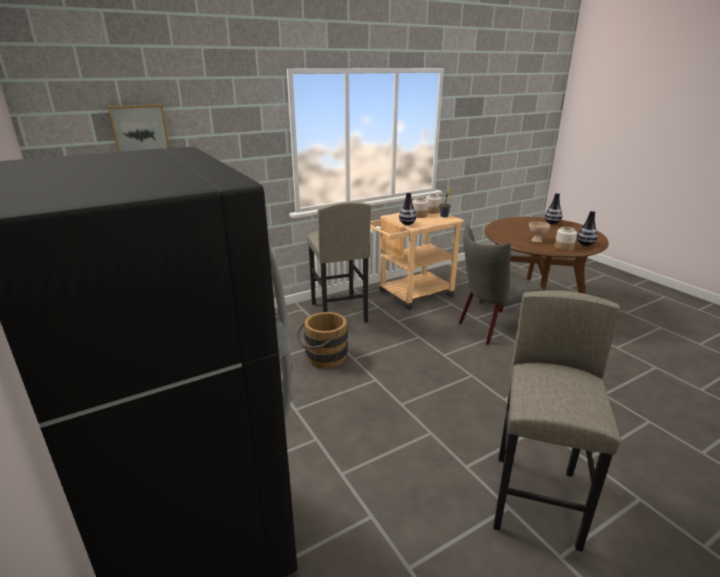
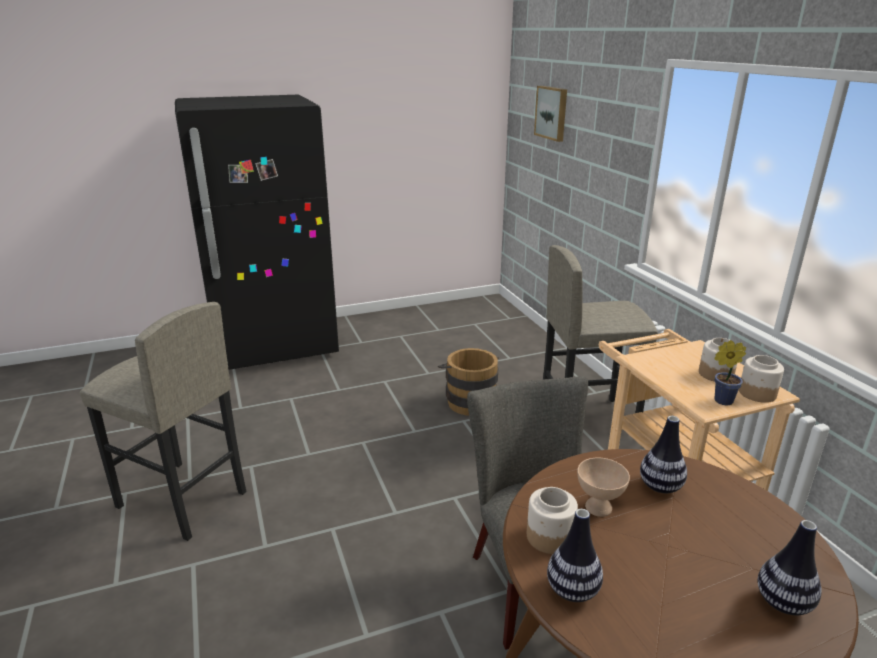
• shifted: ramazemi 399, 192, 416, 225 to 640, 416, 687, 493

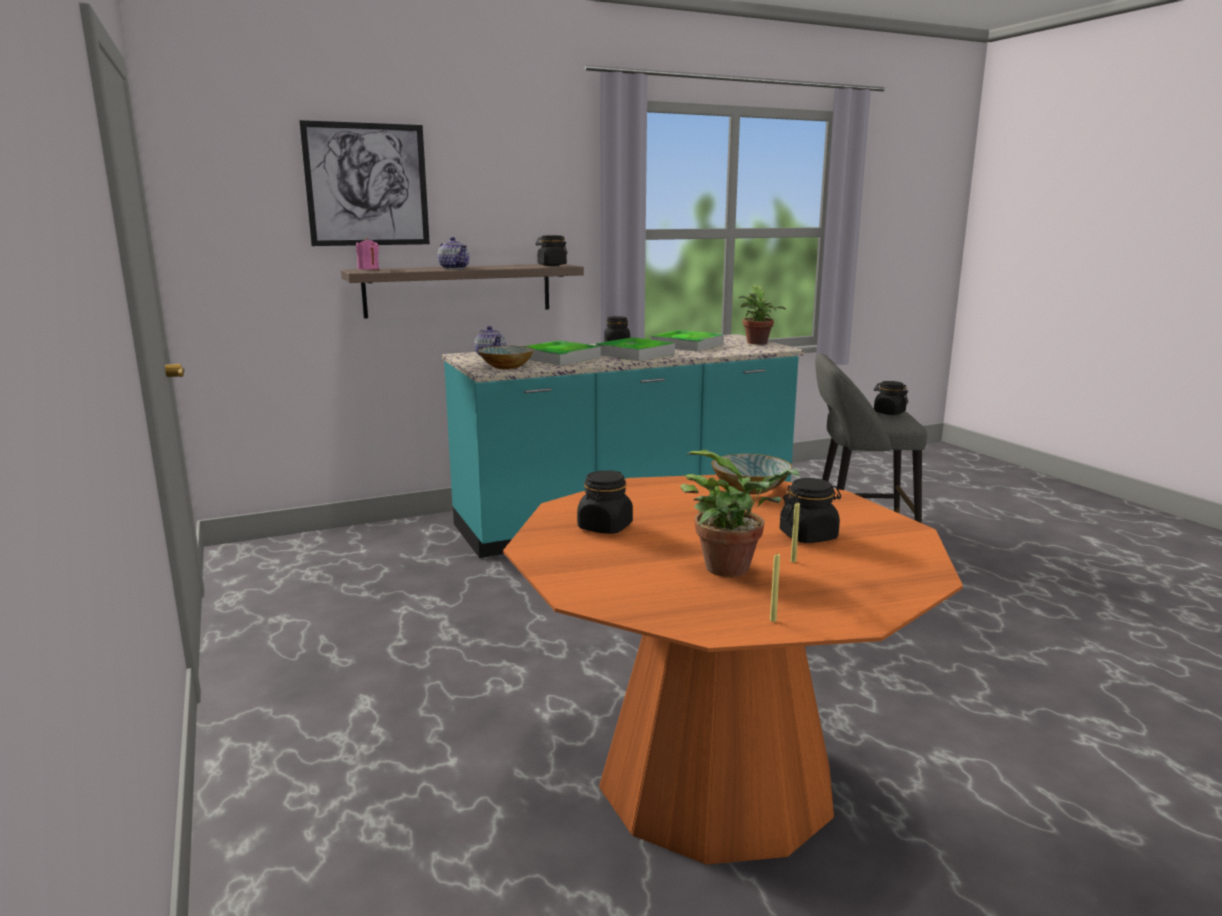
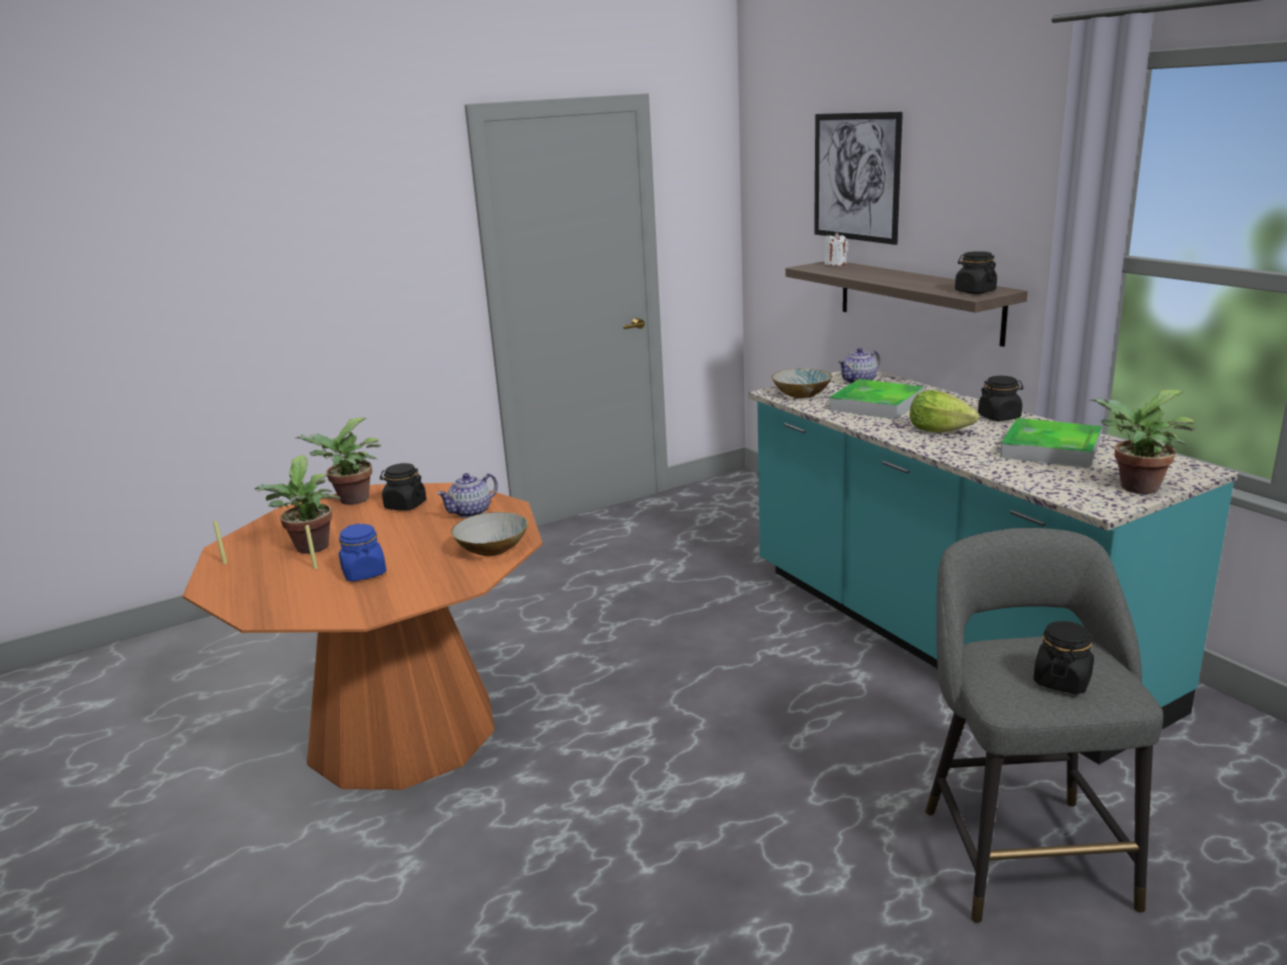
• repainted: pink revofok 356, 237, 379, 270 to white revofok 824, 232, 849, 266
• shifted: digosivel 438, 237, 469, 269 to 437, 473, 498, 518
• swapped: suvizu 596, 337, 675, 361 to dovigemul 910, 390, 979, 433
• repainted: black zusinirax 780, 478, 841, 543 to blue zusinirax 339, 524, 386, 582
• new: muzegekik 295, 418, 381, 505

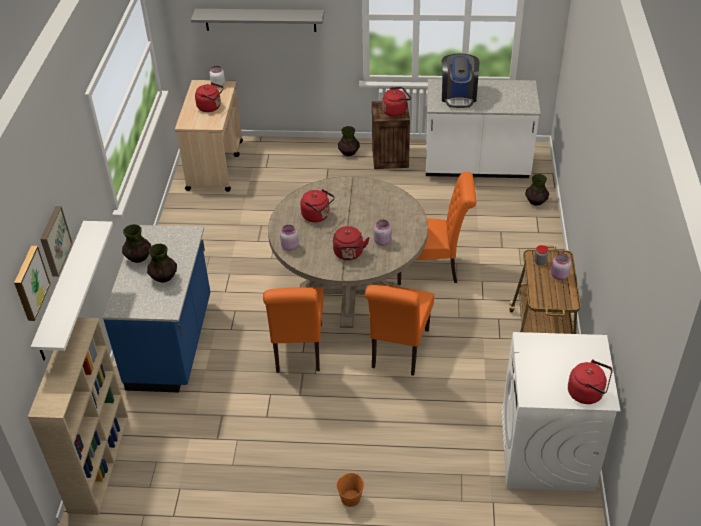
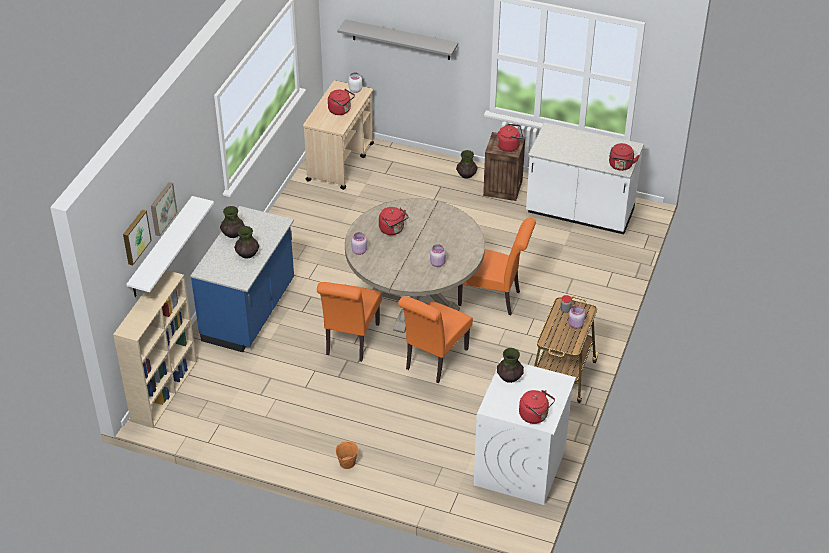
• gone: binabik 442, 53, 479, 108
• shifted: ramazemi 525, 174, 549, 206 to 497, 348, 524, 383
• shifted: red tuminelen 333, 226, 370, 260 to 609, 143, 640, 171

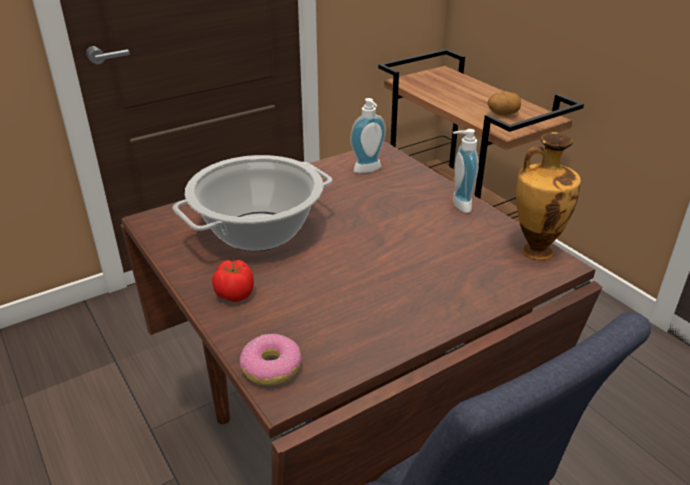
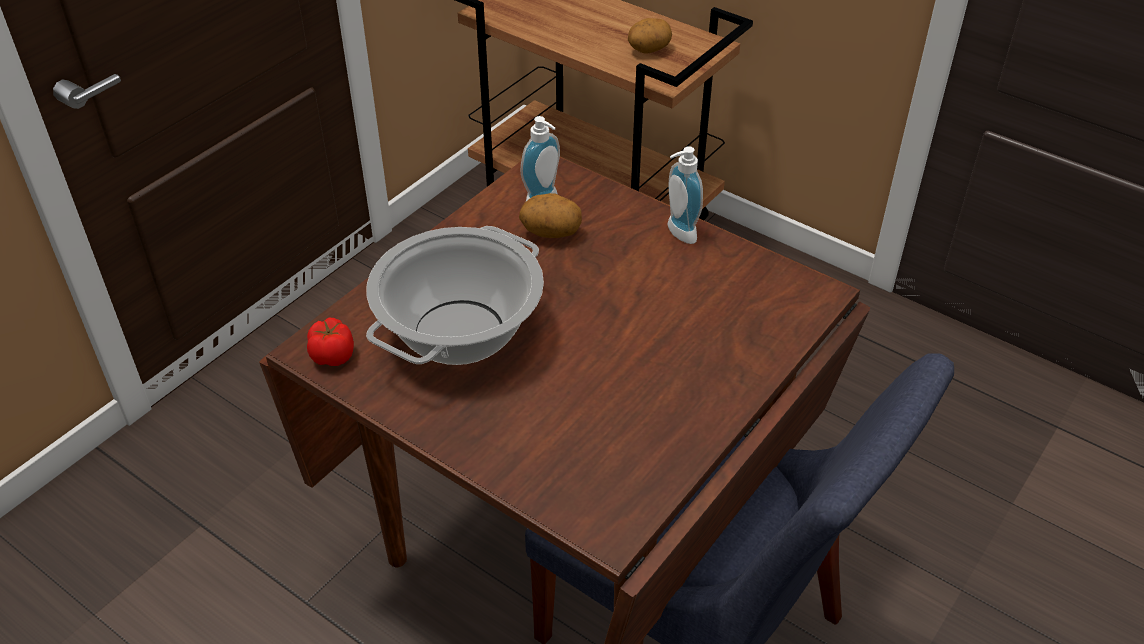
• gone: ramazemi 516, 132, 581, 261
• shifted: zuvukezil 212, 260, 254, 302 to 307, 317, 354, 366
• gone: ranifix 240, 333, 302, 386
• new: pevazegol 519, 193, 582, 238

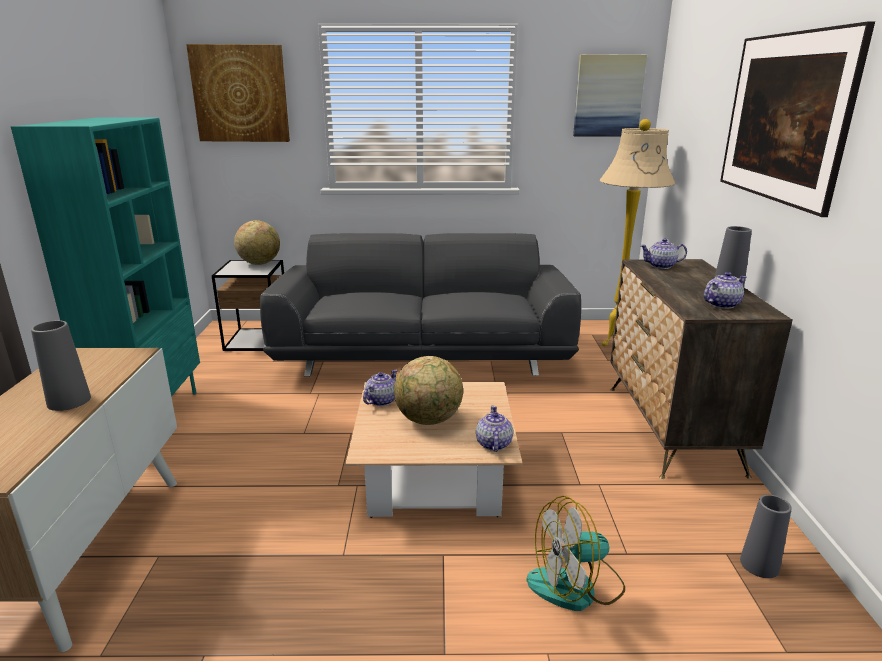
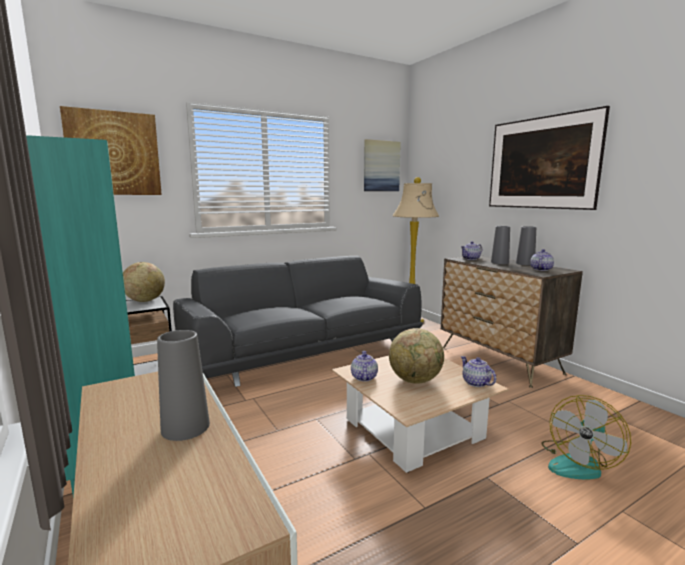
• shifted: grey ramazemi 740, 495, 792, 578 to 491, 226, 510, 264

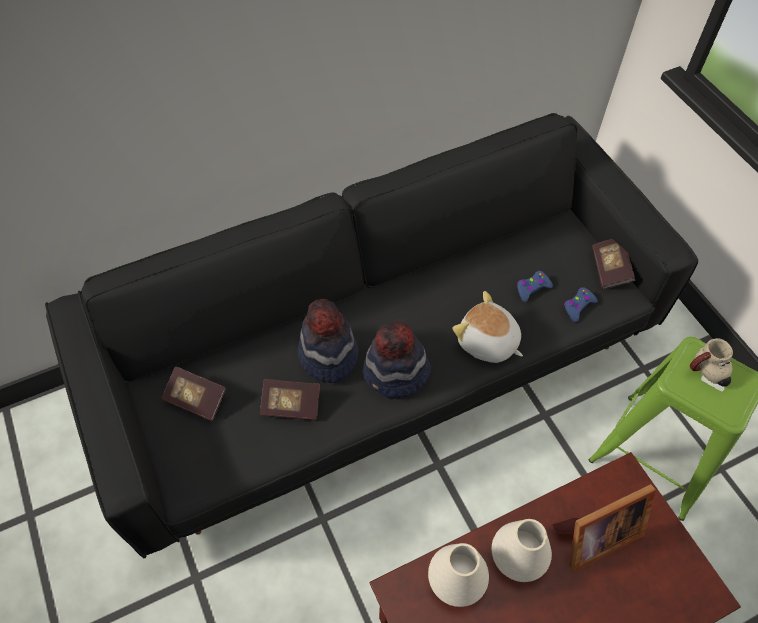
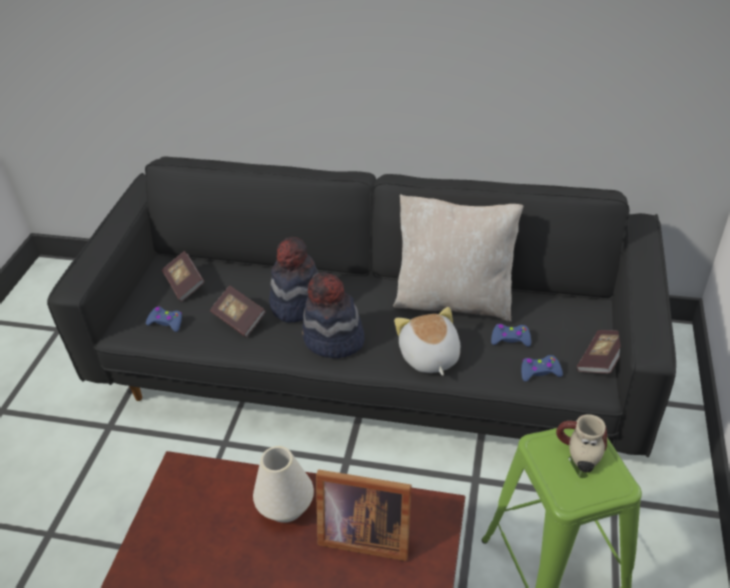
• gone: white ramazemi 428, 543, 489, 607
• new: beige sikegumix 393, 194, 524, 322
• new: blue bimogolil 146, 307, 182, 332

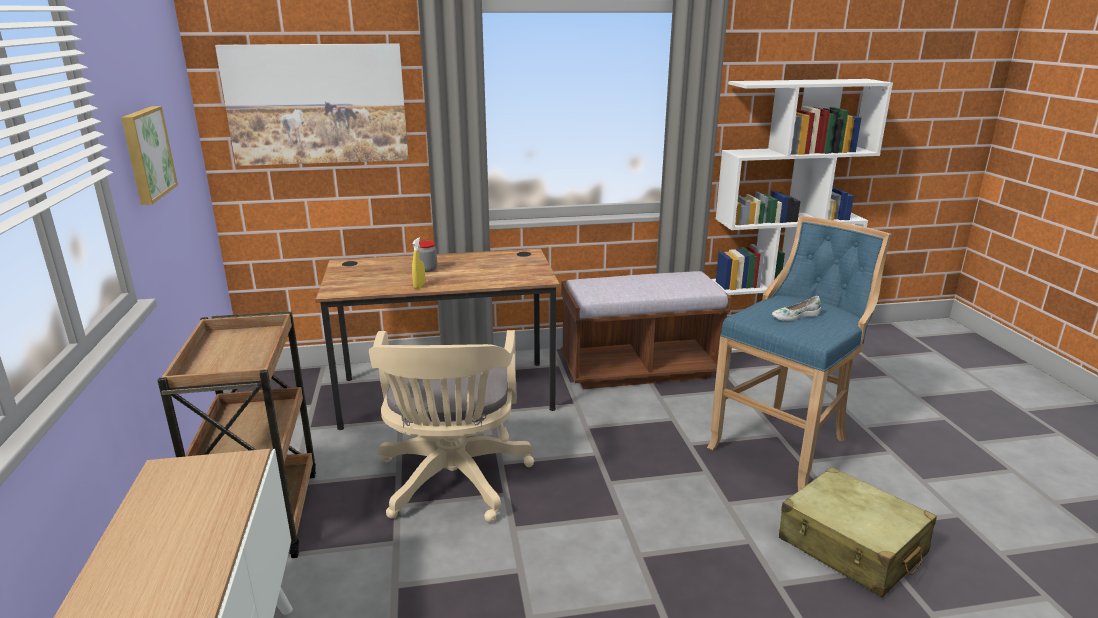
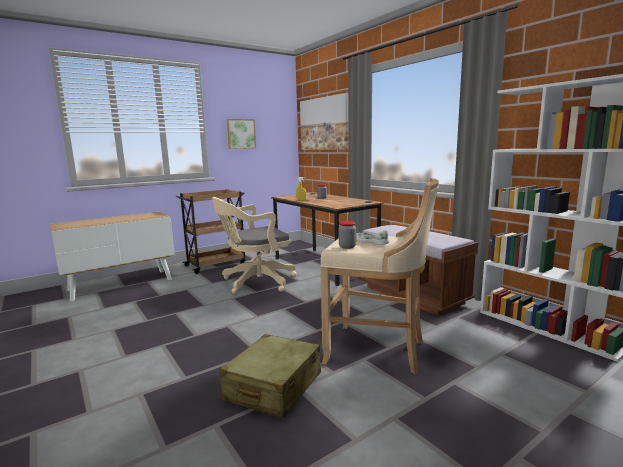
• repainted: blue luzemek 707, 216, 891, 491 to beige luzemek 320, 178, 439, 374
• new: zusinirax 339, 221, 356, 249

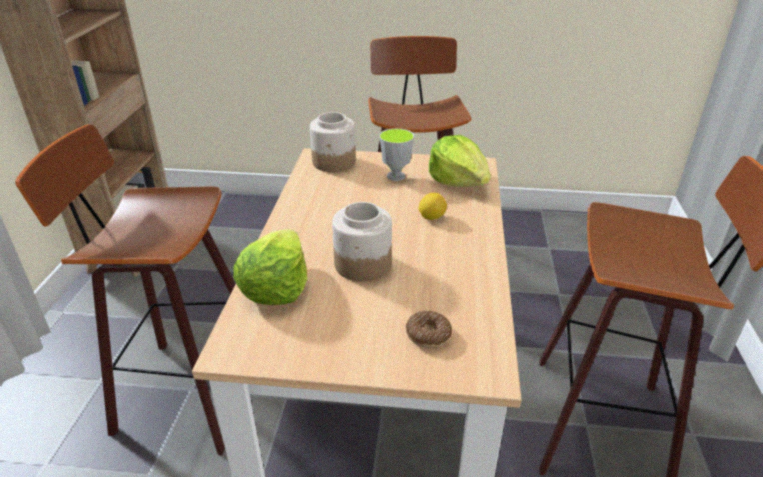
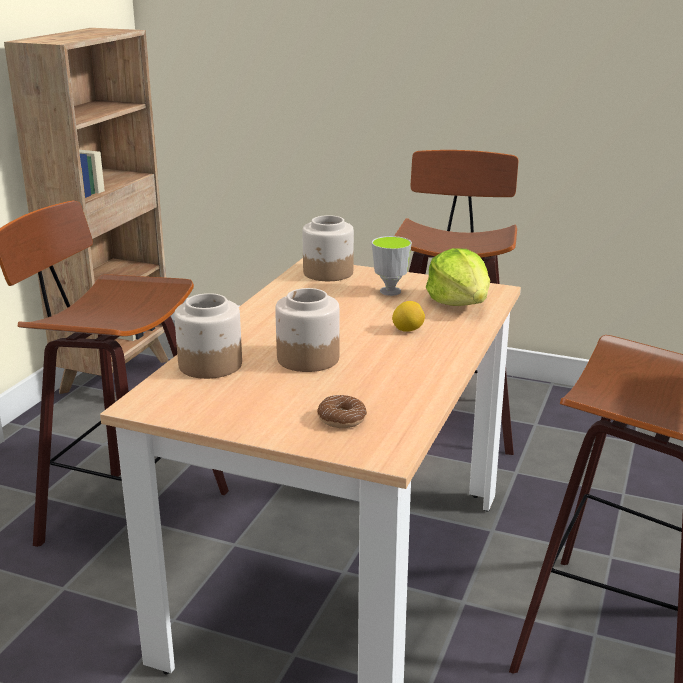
• swapped: dovigemul 233, 229, 307, 305 to zusinirax 174, 293, 242, 379

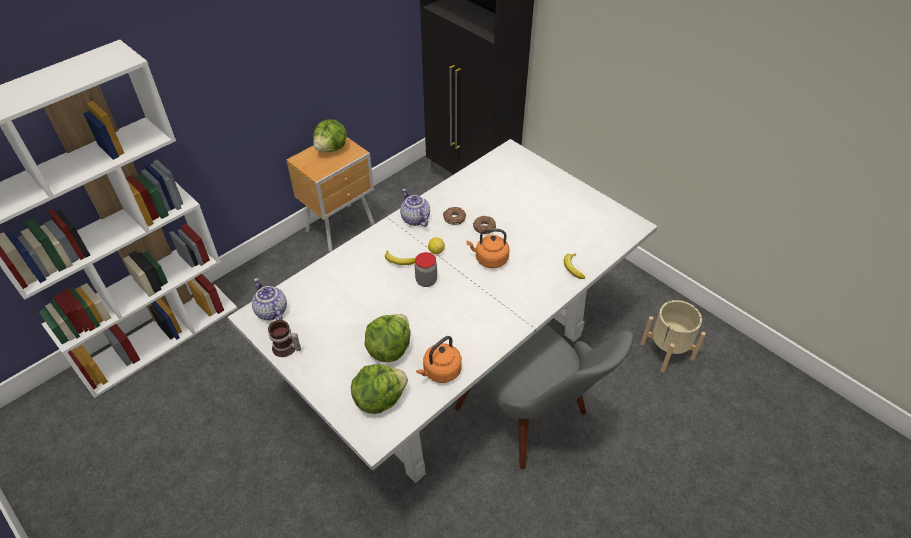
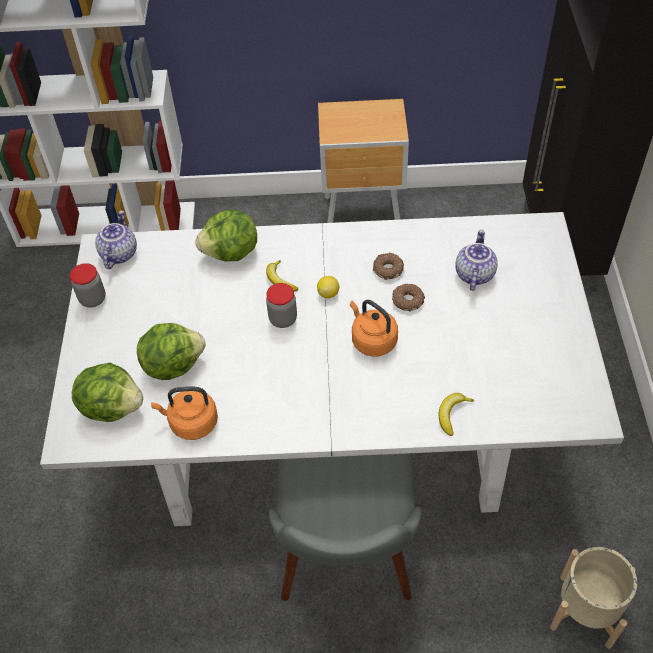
• shifted: dovigemul 313, 119, 347, 152 to 195, 209, 257, 262
• shifted: digosivel 400, 189, 430, 227 to 455, 230, 498, 291
• swapped: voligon 268, 320, 301, 357 to zusinirax 70, 263, 106, 307

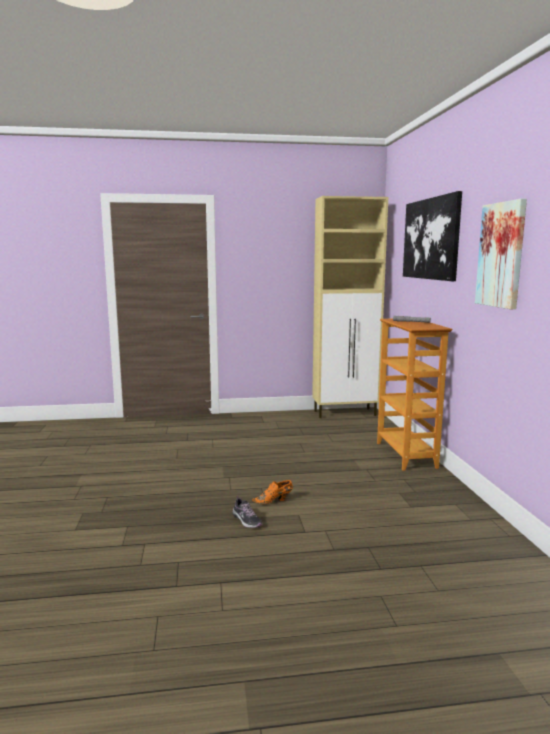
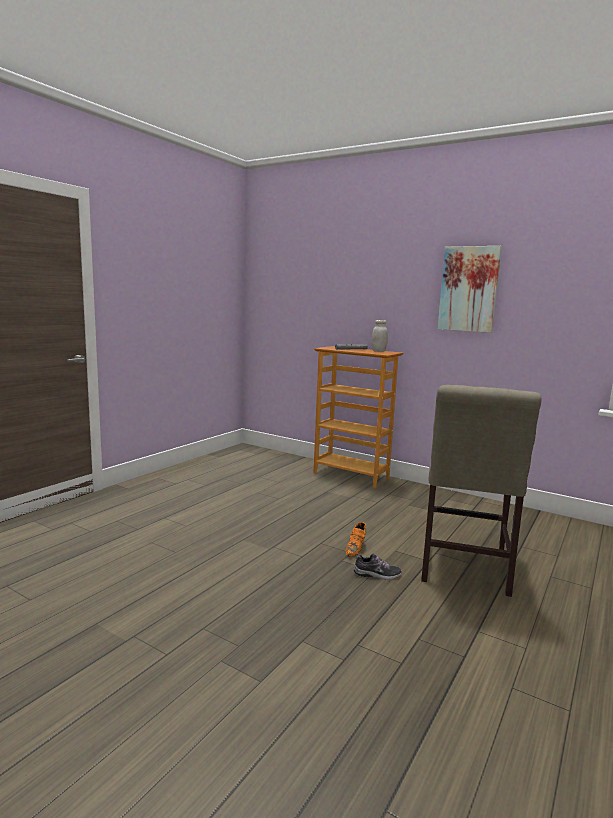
• gone: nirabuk 403, 191, 462, 281
• gone: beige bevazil 312, 196, 388, 418
• new: white zusinirax 372, 320, 388, 352
• new: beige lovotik 421, 385, 541, 597

